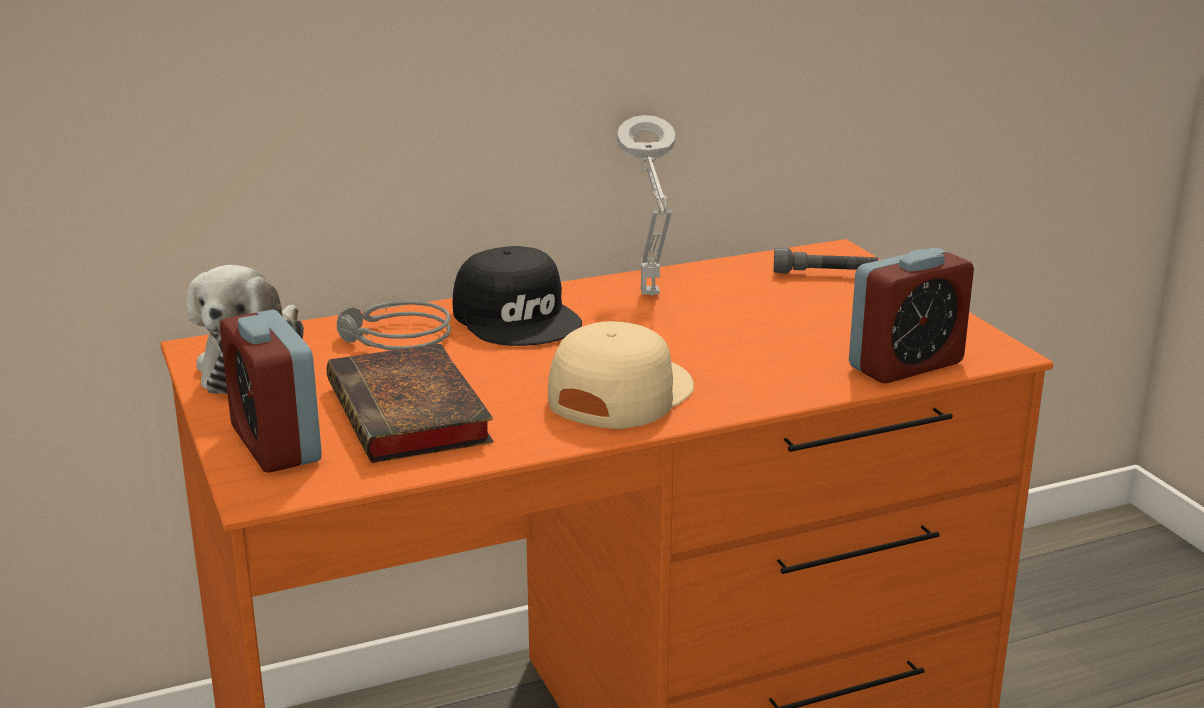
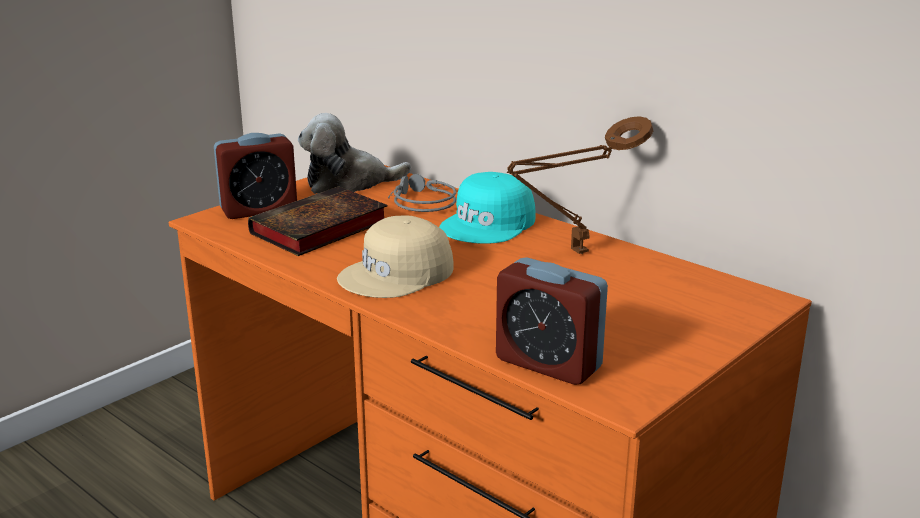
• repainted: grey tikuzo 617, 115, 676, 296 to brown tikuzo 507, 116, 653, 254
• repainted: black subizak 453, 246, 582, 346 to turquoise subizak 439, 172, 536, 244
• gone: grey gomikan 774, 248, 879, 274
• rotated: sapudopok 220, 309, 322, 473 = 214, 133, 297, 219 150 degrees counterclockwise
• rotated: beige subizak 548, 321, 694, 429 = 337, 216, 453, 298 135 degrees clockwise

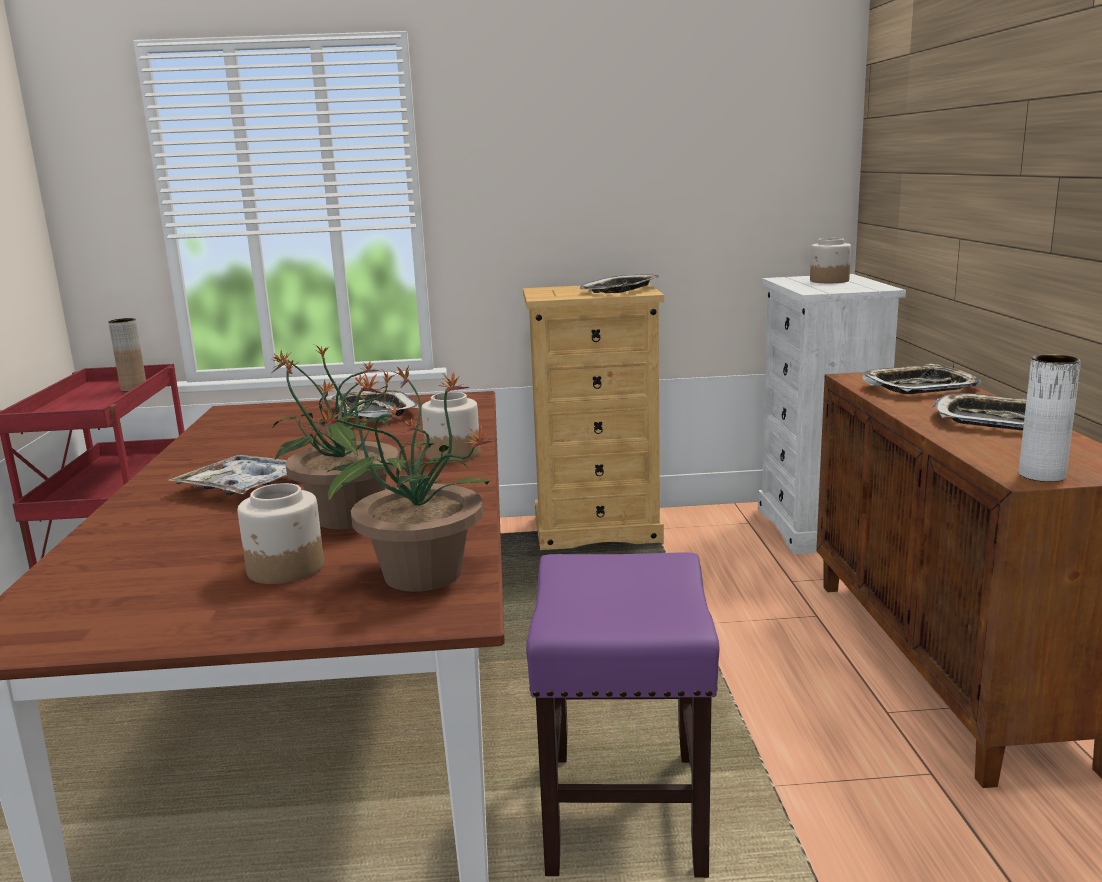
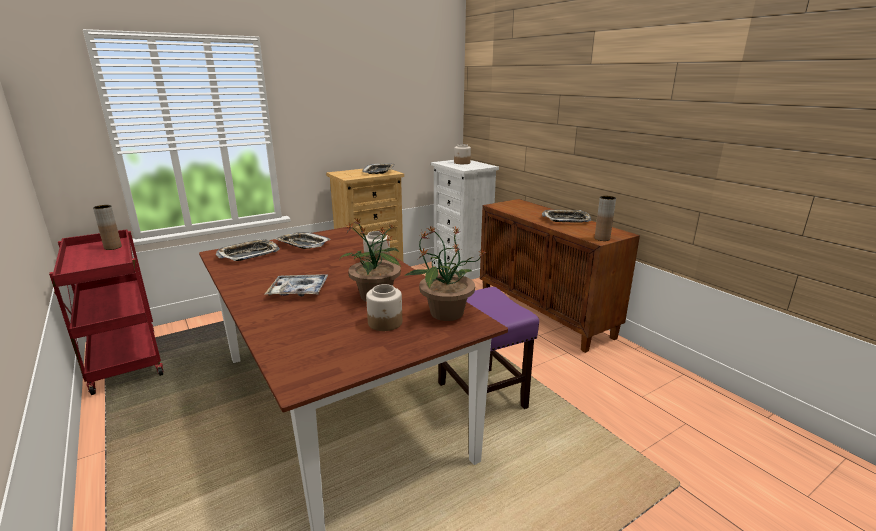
• repainted: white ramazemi 1019, 354, 1081, 482 to brown ramazemi 595, 196, 616, 241
• shifted: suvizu 862, 364, 981, 394 to 216, 239, 280, 261

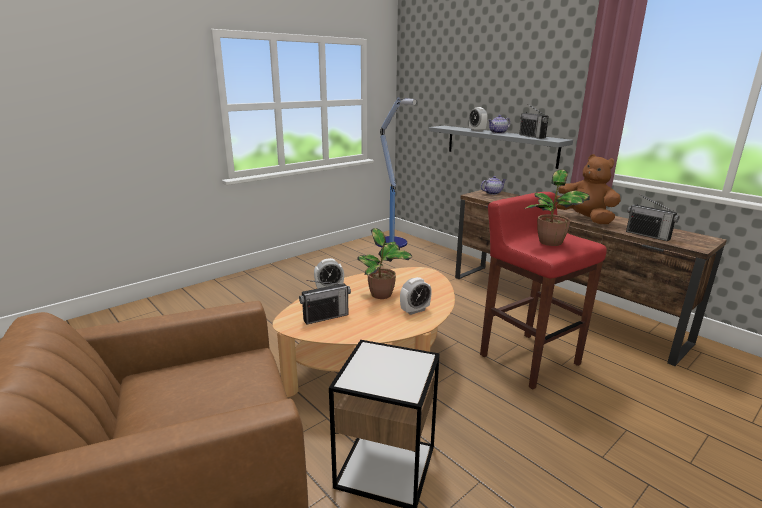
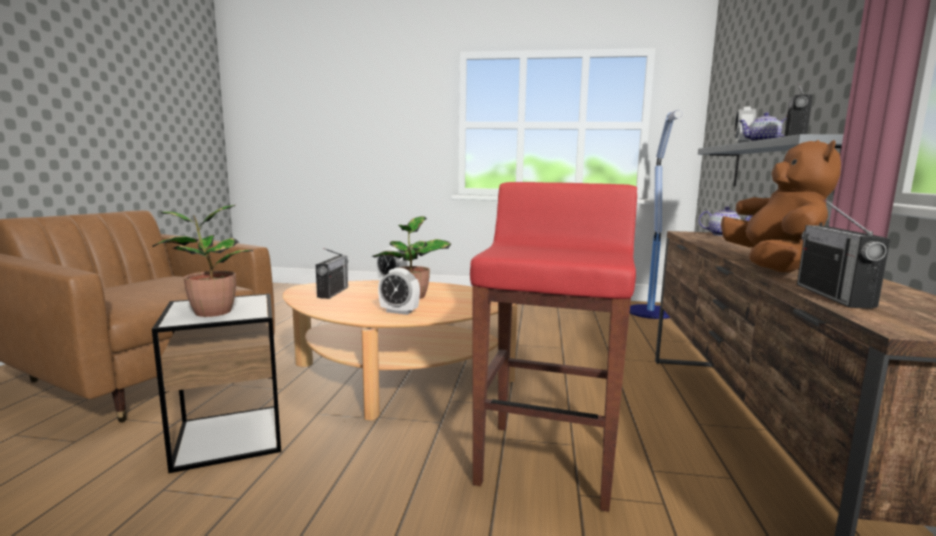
• shifted: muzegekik 524, 169, 590, 246 to 152, 205, 253, 317
• rotated: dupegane 299, 280, 351, 325 = 316, 248, 348, 299 105 degrees counterclockwise

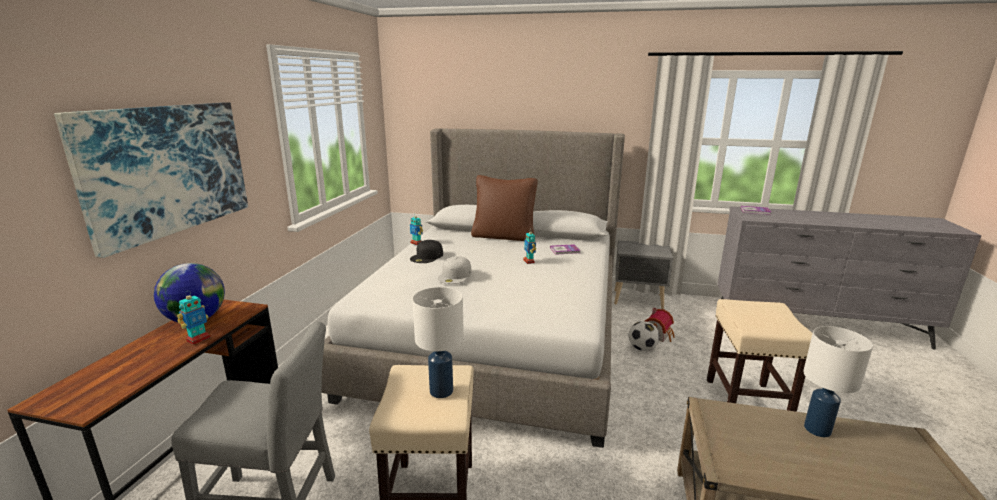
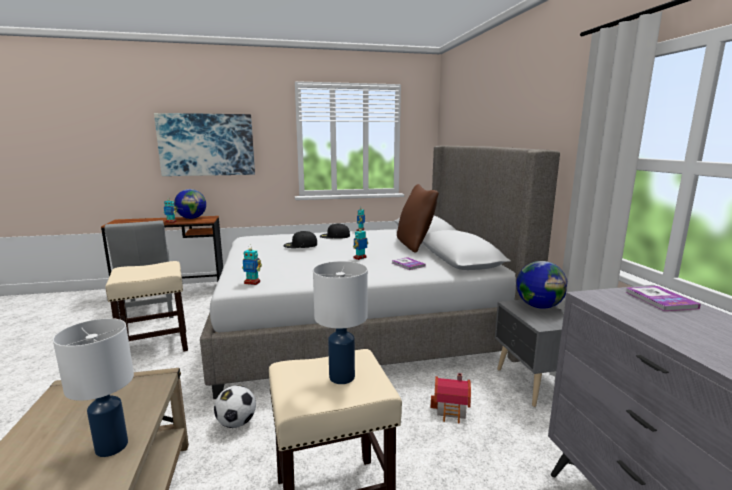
• repainted: white subizak 438, 256, 472, 284 to black subizak 284, 231, 317, 248
• shifted: white tikuzo 412, 287, 464, 398 to 313, 261, 368, 384
• shifted: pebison 629, 321, 660, 351 to 214, 385, 256, 428
• new: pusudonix 242, 245, 262, 285
• new: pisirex 516, 261, 567, 309

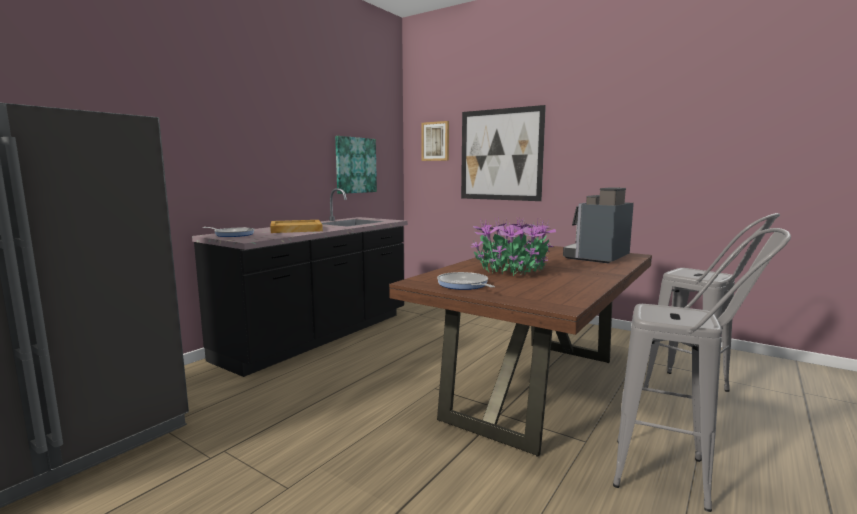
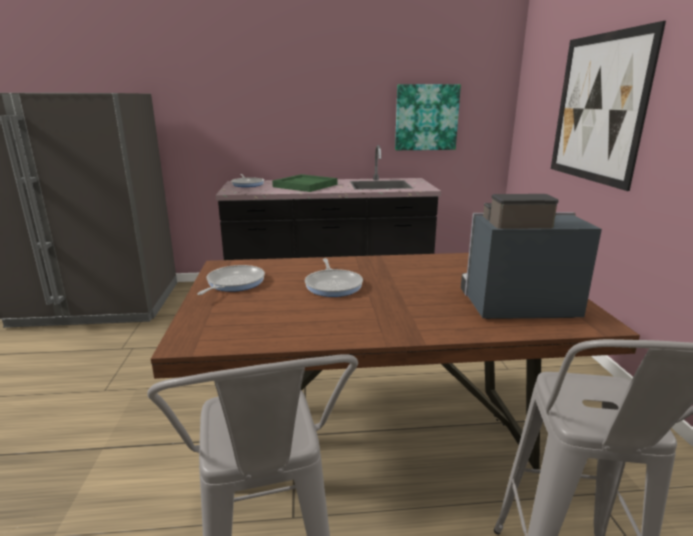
• gone: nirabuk 421, 121, 449, 161
• swapped: muzegekik 470, 218, 556, 276 to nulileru 305, 258, 363, 297
• repainted: beige suvizu 270, 220, 323, 233 to green suvizu 272, 174, 337, 192

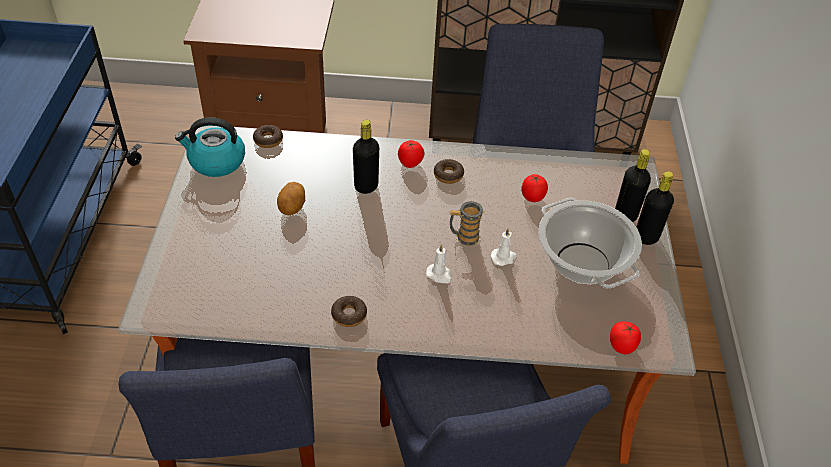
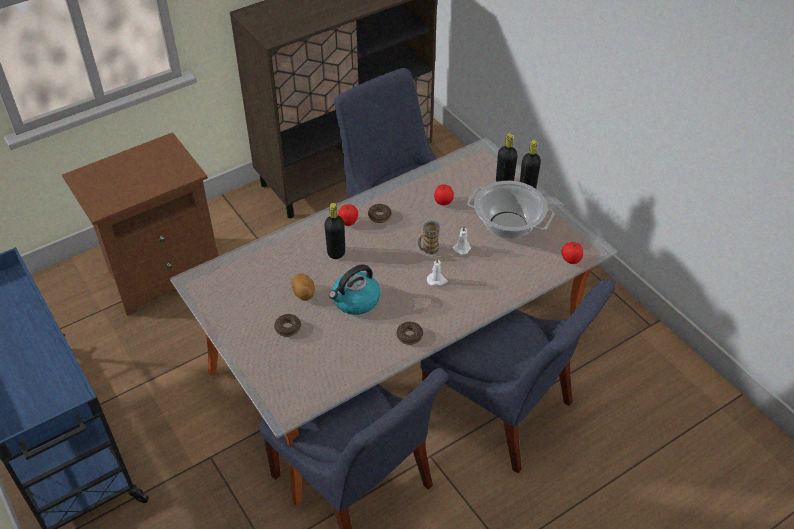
• shifted: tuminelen 175, 118, 245, 177 to 329, 264, 380, 315
• shifted: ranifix 253, 125, 283, 148 to 274, 314, 301, 337

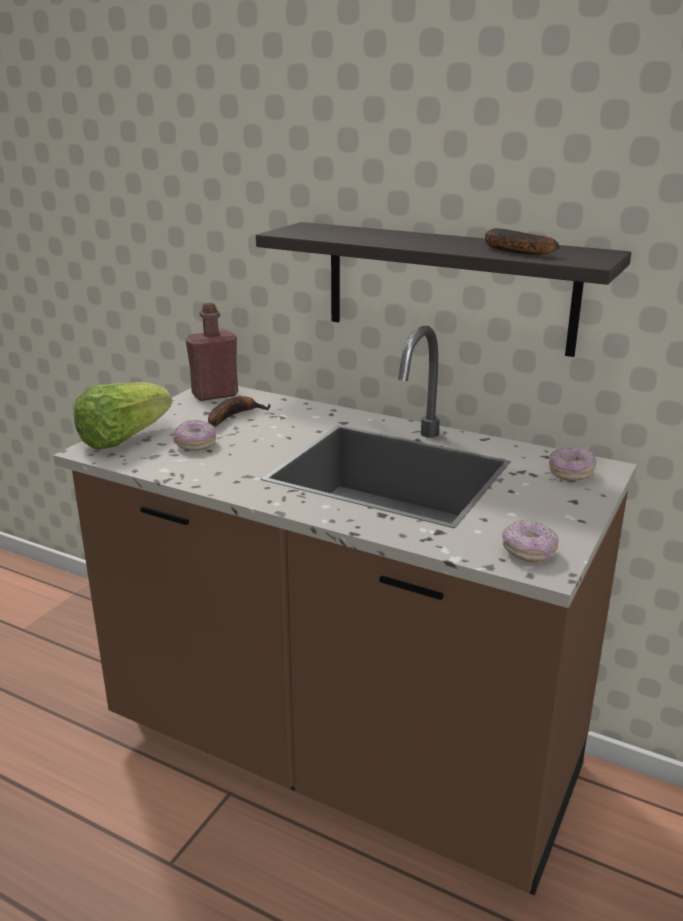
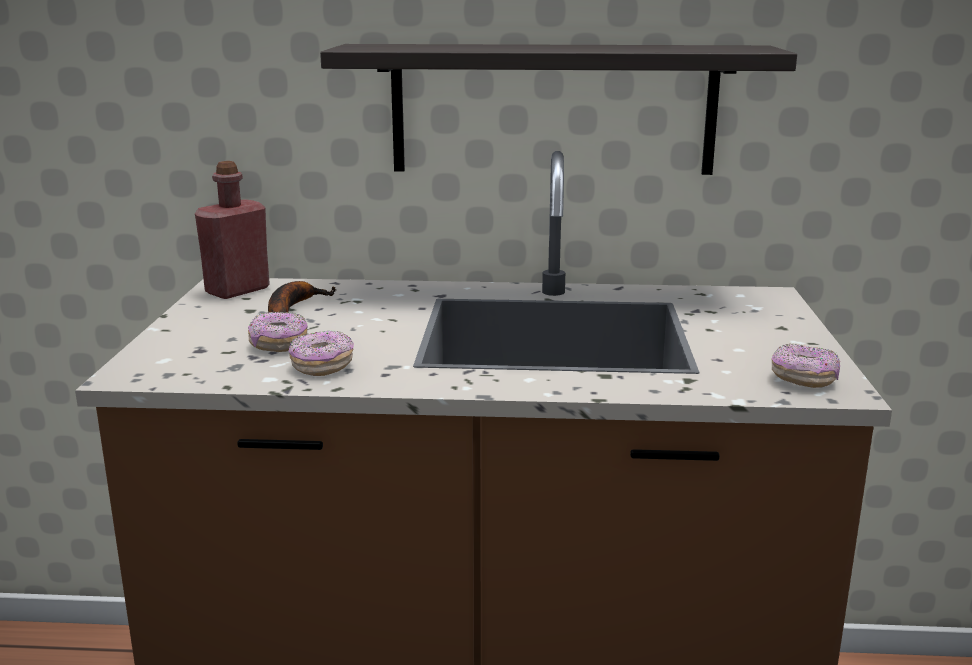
• gone: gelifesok 485, 228, 559, 255
• gone: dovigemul 74, 382, 172, 450
• shifted: ranifix 549, 448, 597, 481 to 289, 330, 354, 376

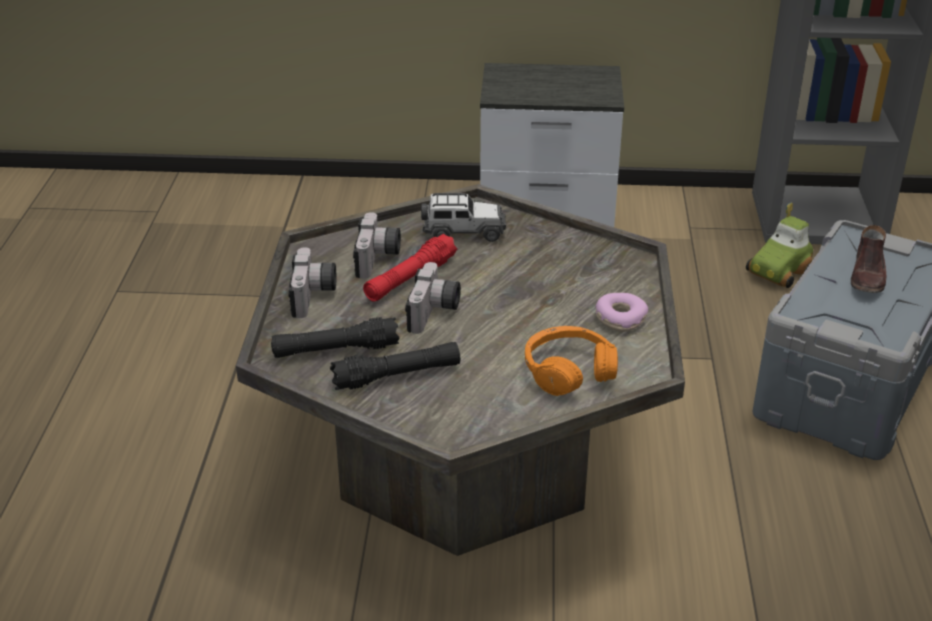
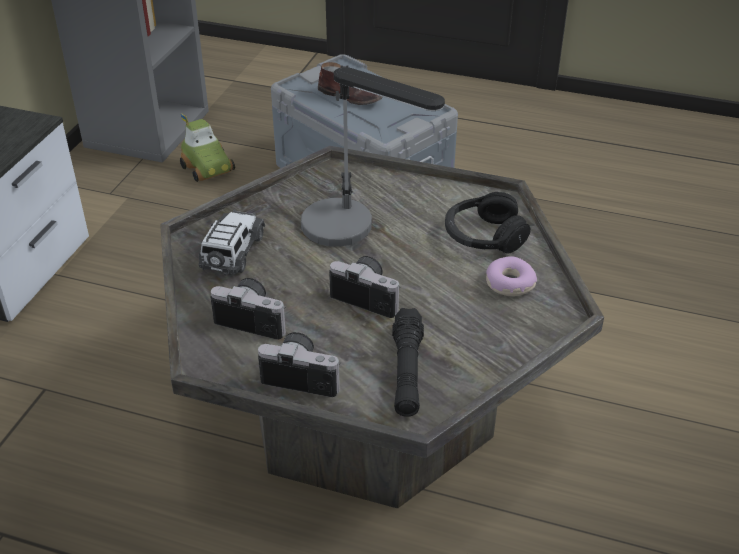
• gone: red gomikan 363, 234, 457, 302
• shifted: ranifix 595, 293, 648, 332 to 486, 256, 537, 296
• repainted: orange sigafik 525, 326, 618, 396 to black sigafik 445, 192, 531, 253
• gone: black gomikan 330, 342, 460, 390
• new: tikuzo 301, 65, 445, 247

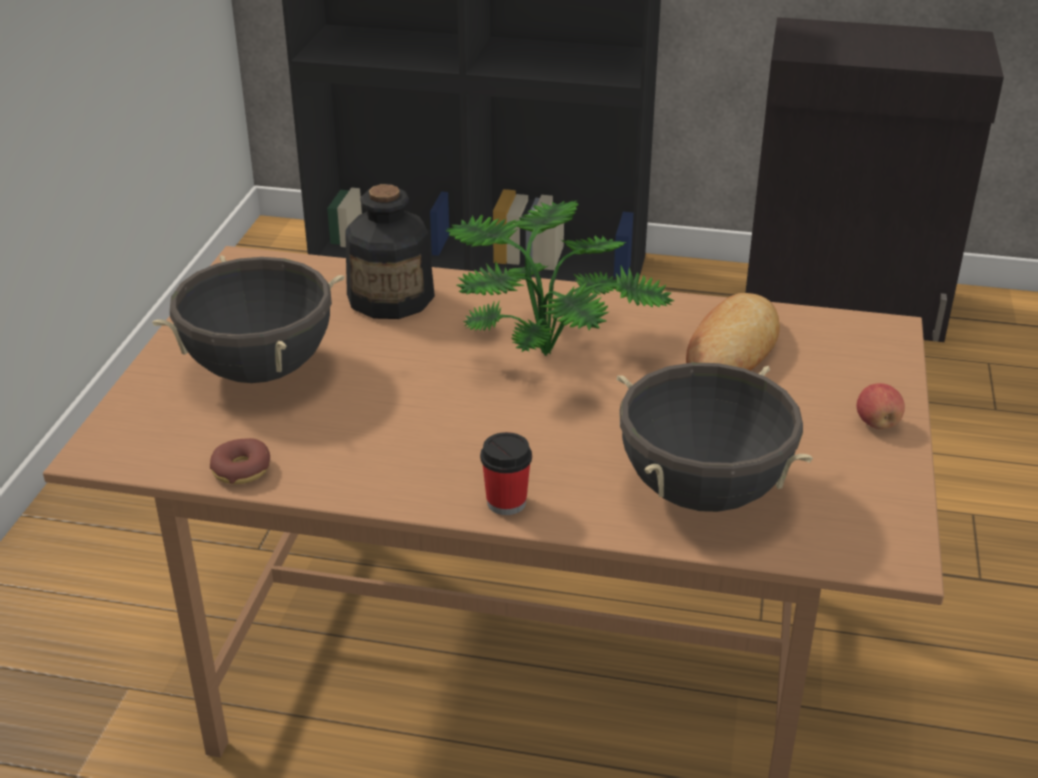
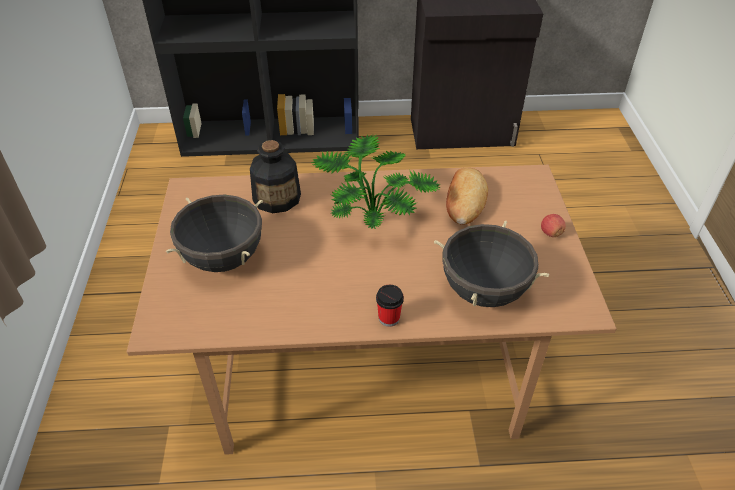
• gone: ranifix 210, 438, 270, 484

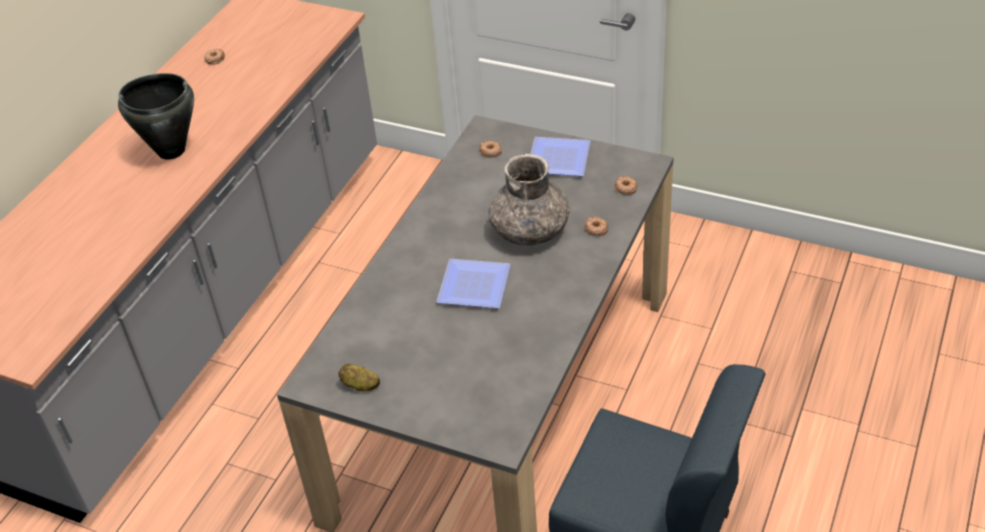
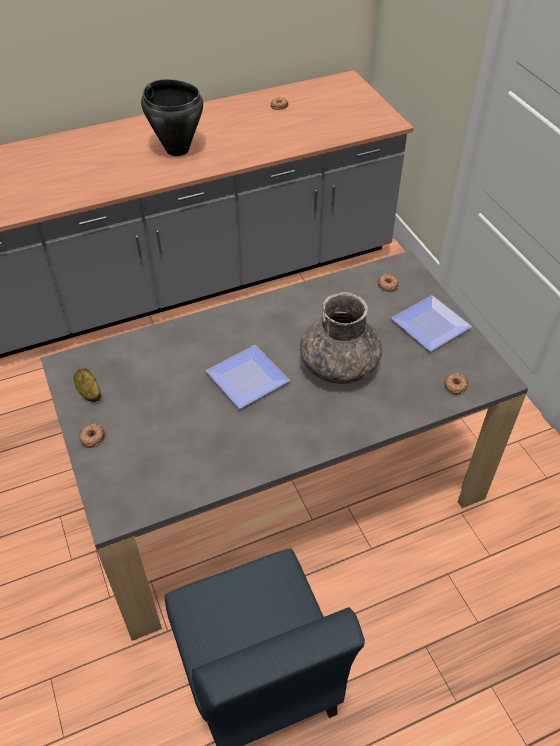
• shifted: ranifix 584, 216, 608, 236 to 79, 423, 105, 448

